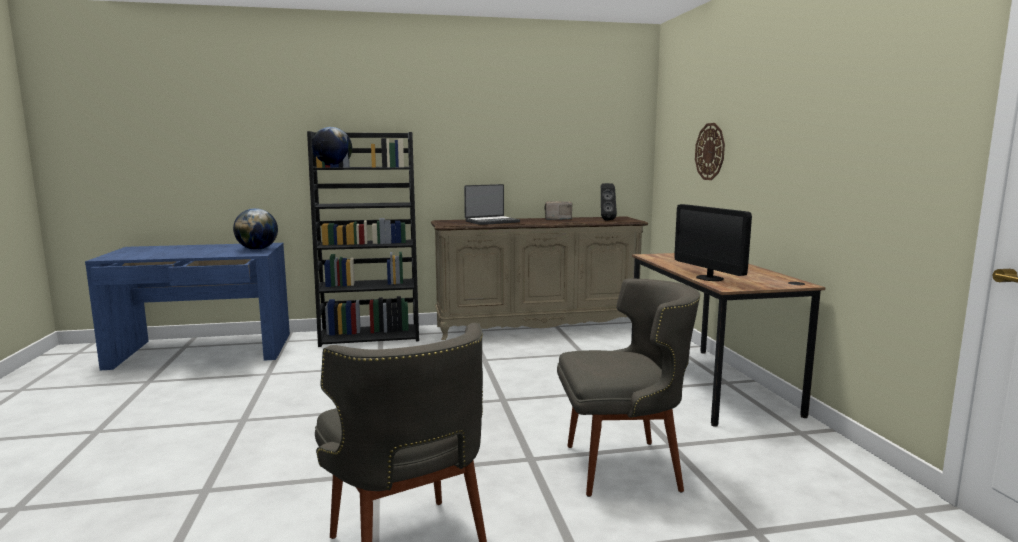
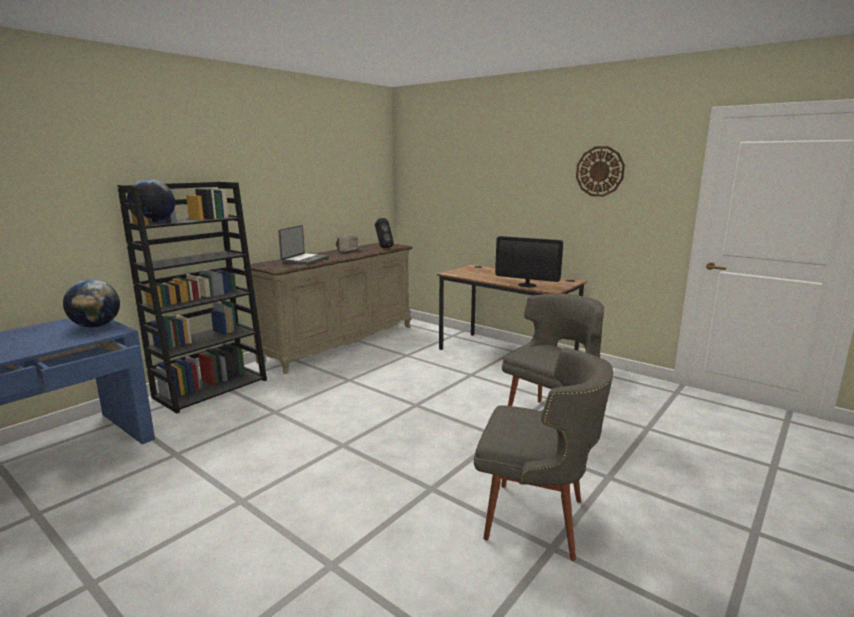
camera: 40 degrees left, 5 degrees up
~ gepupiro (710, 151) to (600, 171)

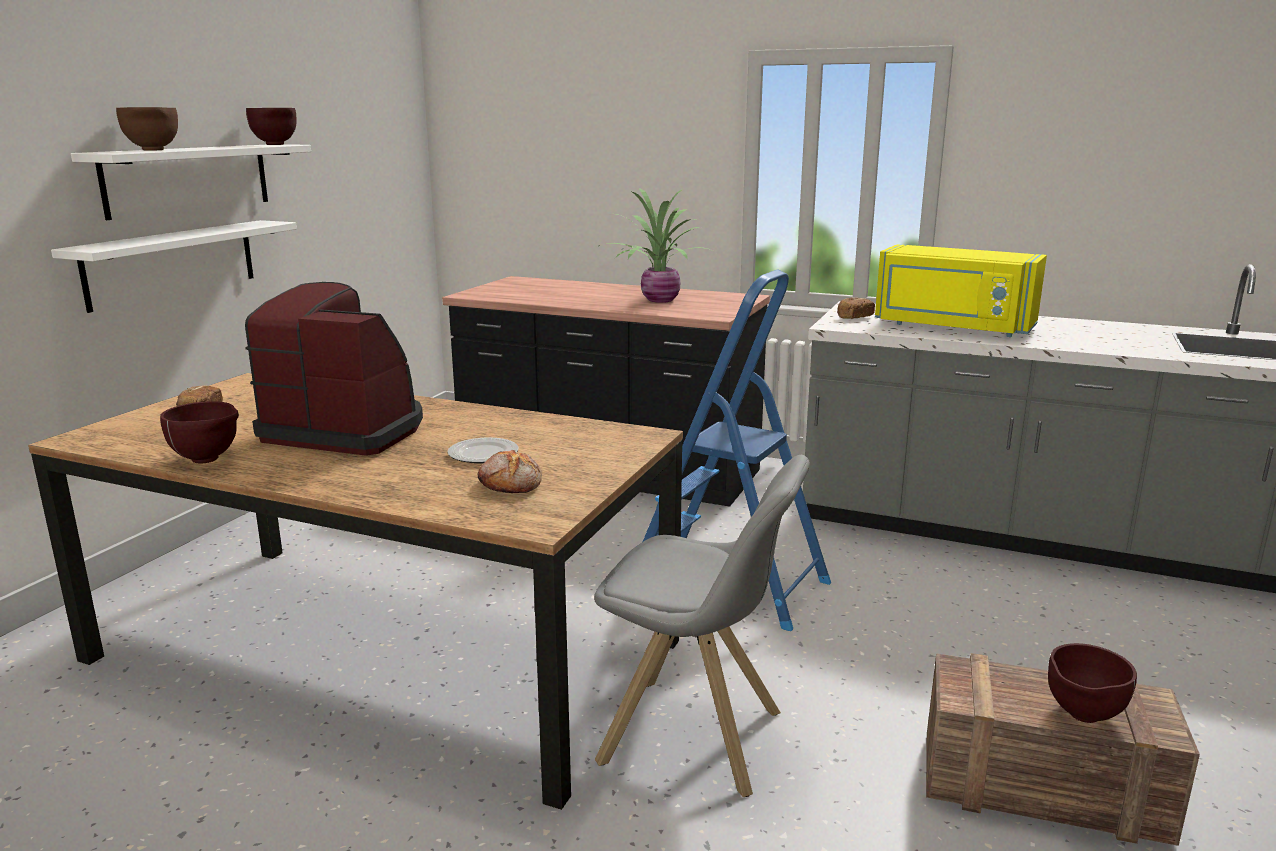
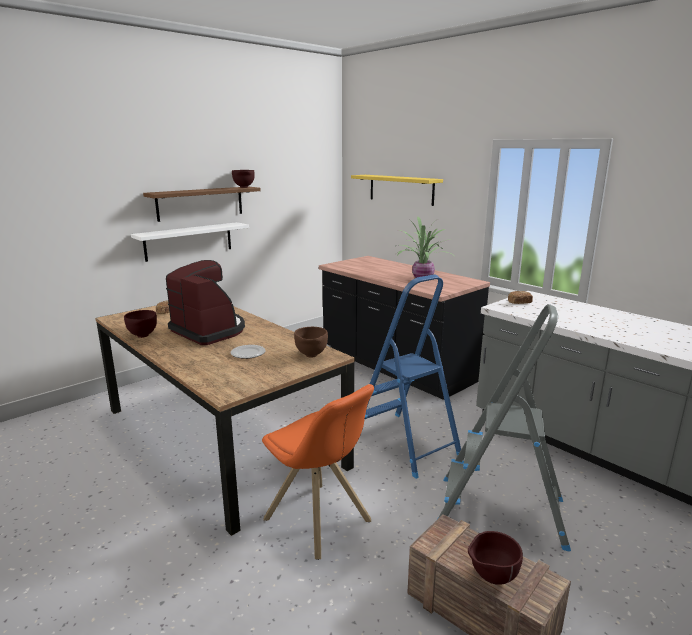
camera: 25 degrees right, 0 degrees up
- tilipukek (511, 484)
- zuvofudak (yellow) (952, 327)
+ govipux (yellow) (401, 189)
+ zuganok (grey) (499, 511)
~ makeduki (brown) (153, 150) to (311, 356)
~ govipux (white) (189, 179) to govipux (brown) (200, 203)
~ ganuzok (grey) (693, 736) to ganuzok (orange) (318, 520)

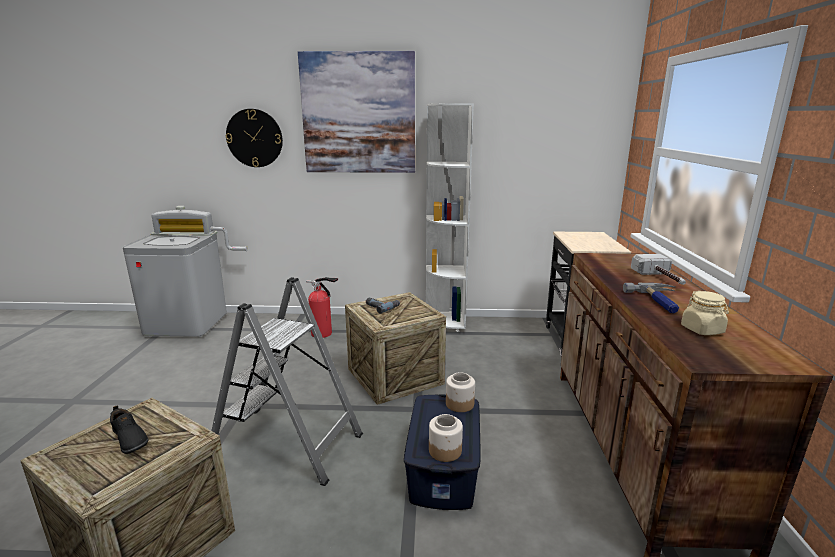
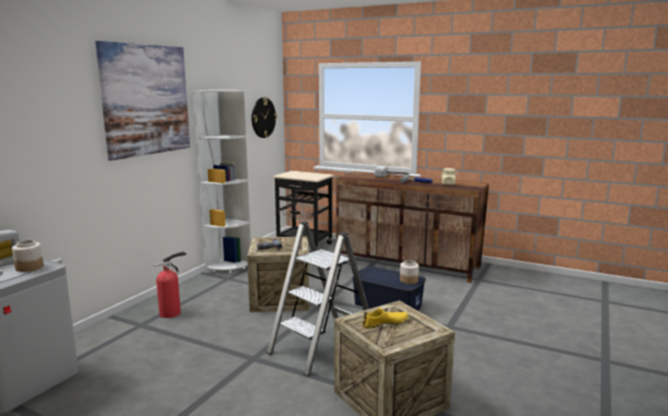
camera: 65 degrees left, 5 degrees down
~ gepupiro (254, 138) to (263, 117)
~ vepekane (460, 404) to (29, 267)
~ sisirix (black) (129, 439) to sisirix (yellow) (385, 323)

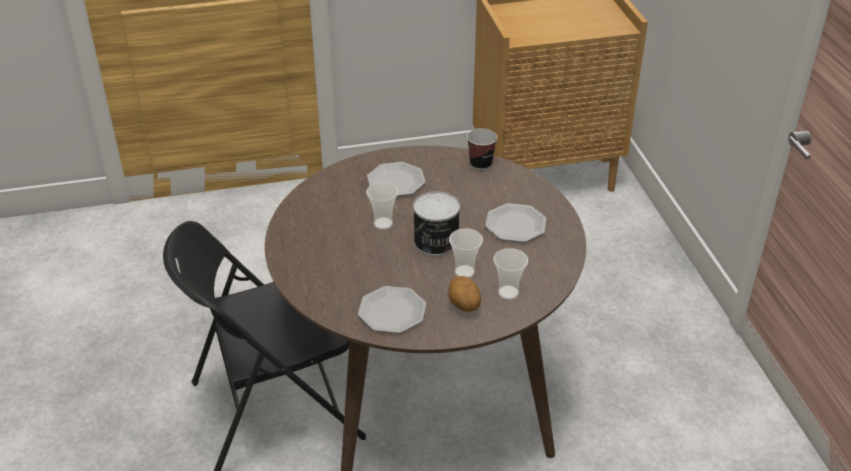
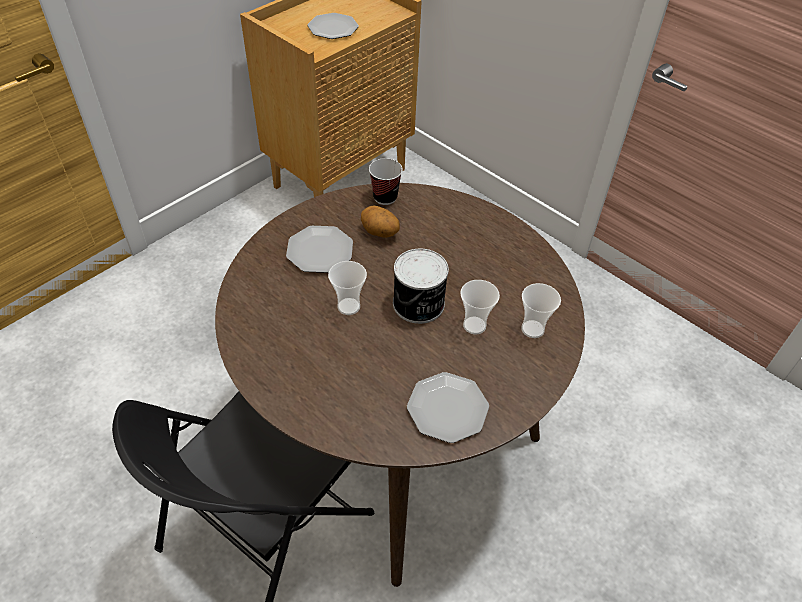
camera: 35 degrees left, 10 degrees up
~ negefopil (463, 306) to (379, 233)
~ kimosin (515, 225) to (332, 28)

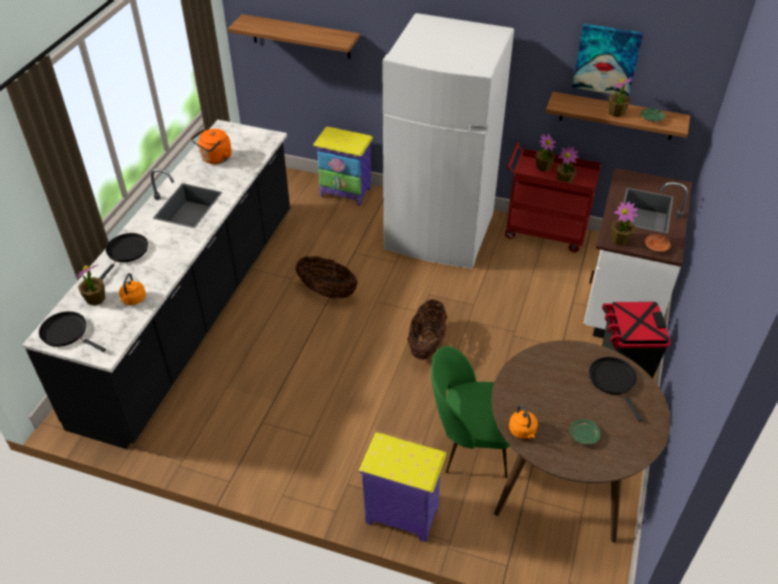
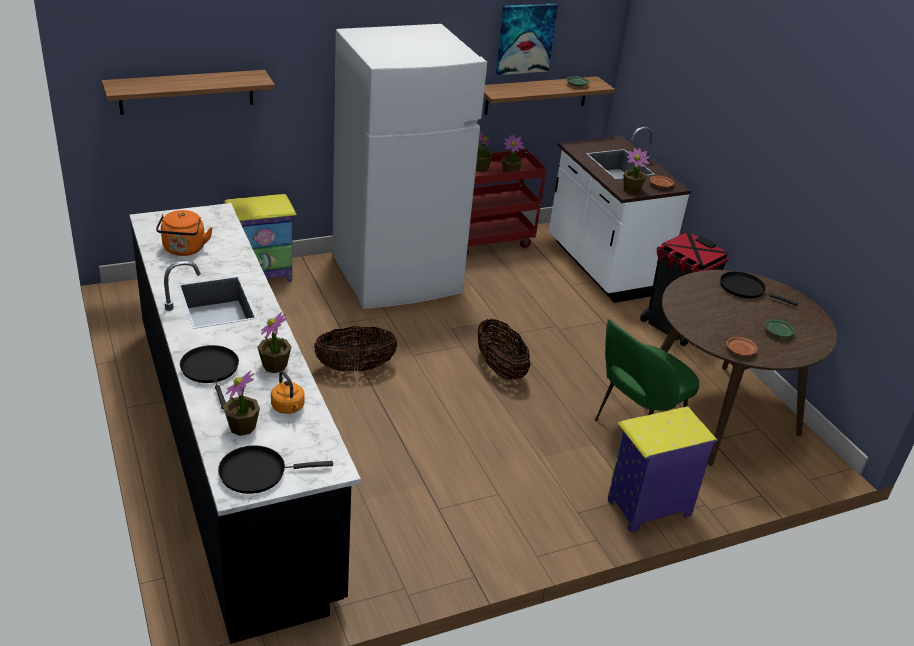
camera: 45 degrees left, 10 degrees down
~ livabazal (616, 113) to (275, 366)
~ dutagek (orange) (523, 431) to kimosin (brown) (740, 350)

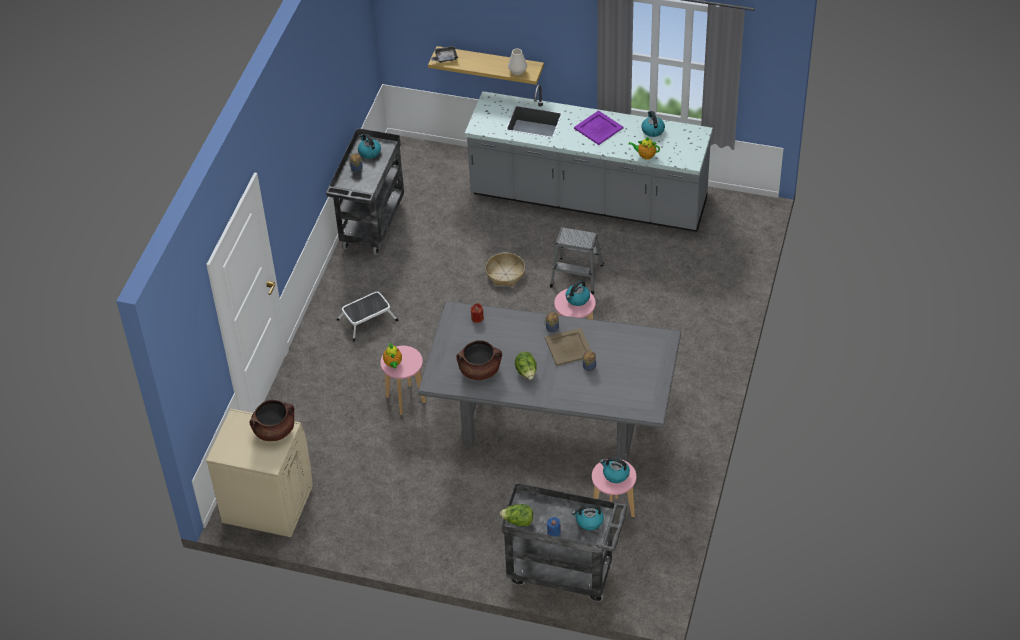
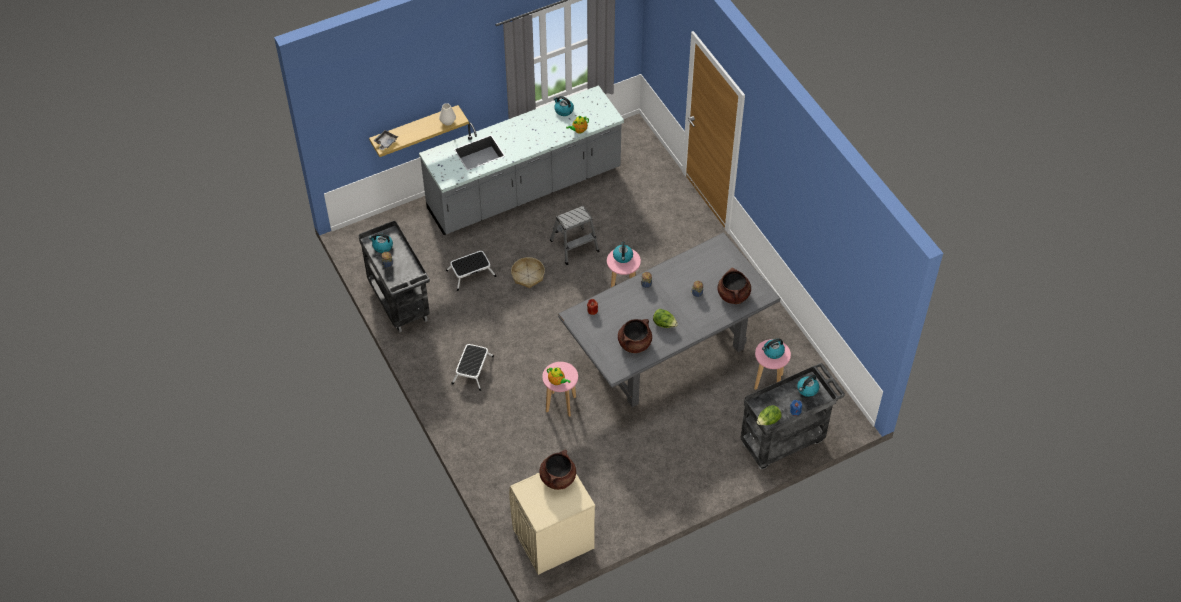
camera: 45 degrees left, 5 degrees up
- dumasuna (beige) (569, 347)
- dumasuna (purple) (599, 128)
+ zuganok (black) (471, 273)
+ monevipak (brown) (733, 295)

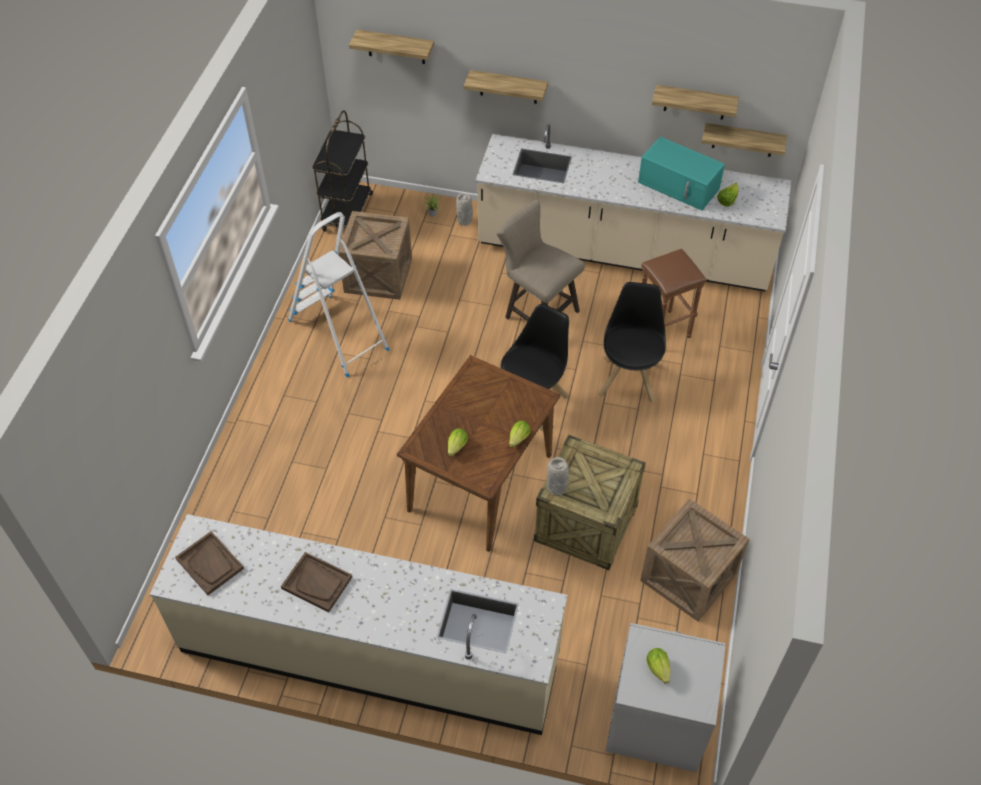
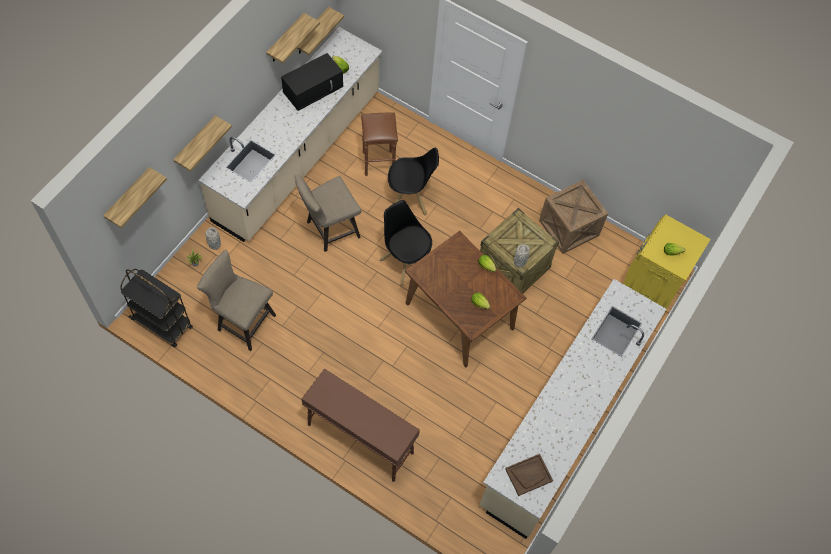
camera: 75 degrees left, 10 degrees up
- dumasuna (brown) (317, 583)
- zuganok (white) (337, 334)
+ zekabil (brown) (360, 438)
~ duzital (378, 275) to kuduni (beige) (242, 321)
~ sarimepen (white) (655, 723) to sarimepen (yellow) (653, 283)
~ zuvofudak (turquoise) (680, 186) to zuvofudak (black) (313, 88)
~ ganuzok (black) (629, 377) = (410, 198) 150 degrees clockwise

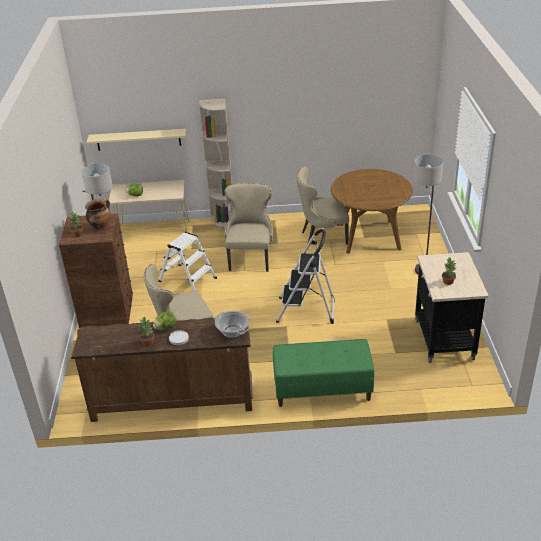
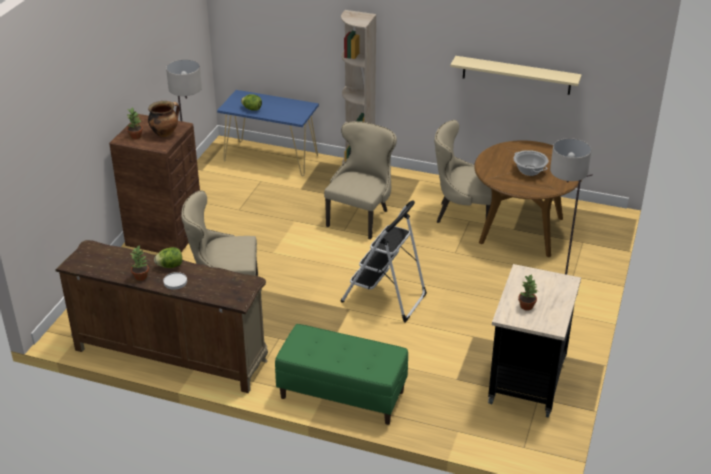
camera: 20 degrees right, 0 degrees up
- zuganok (white) (187, 279)
~ govipux (beige) (138, 139) to (516, 75)
~ monevipak (232, 331) to (529, 171)
~ zekabil (beige) (153, 232) to zekabil (blue) (271, 158)

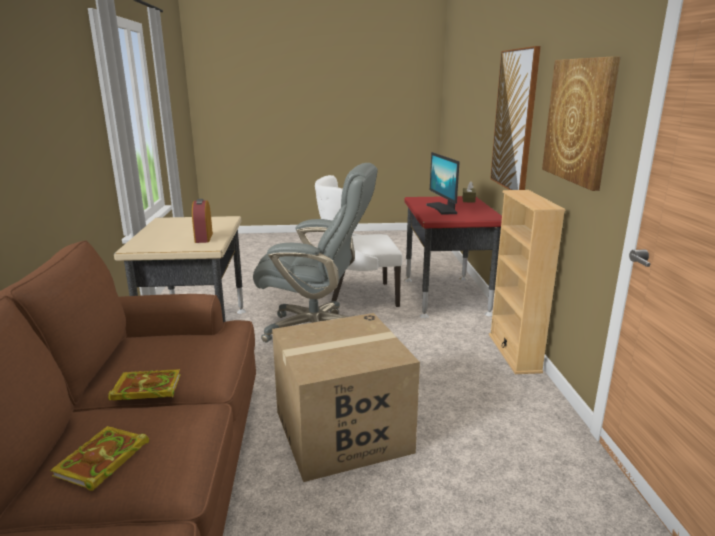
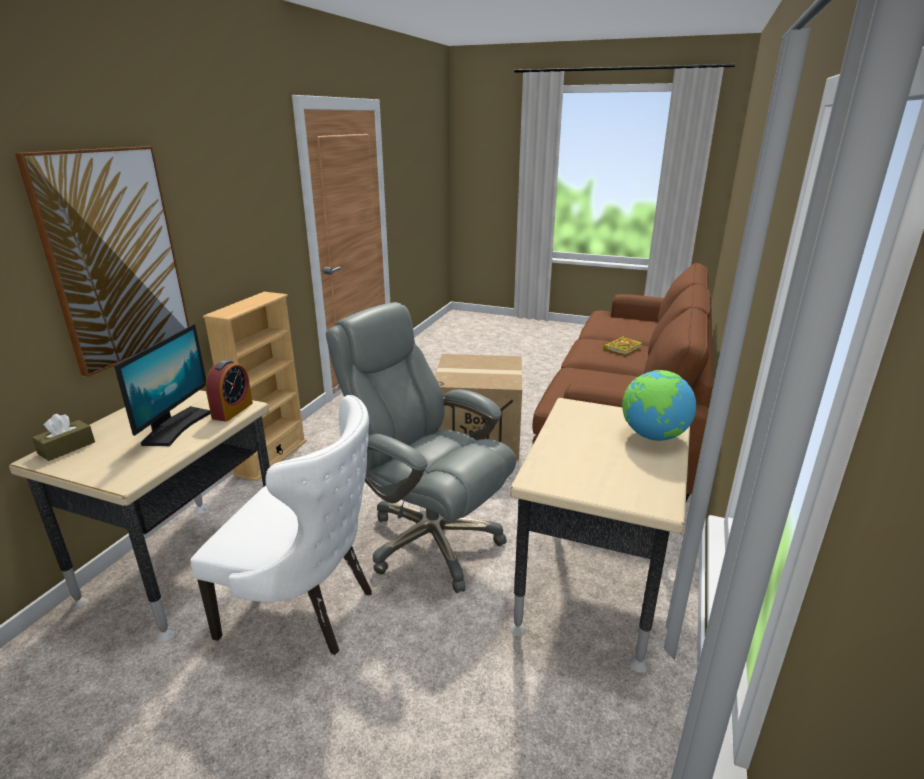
camera: 155 degrees left, 5 degrees up
- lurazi (145, 389)
- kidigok (579, 121)
+ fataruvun (653, 436)
~ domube (203, 238) to (232, 410)
~ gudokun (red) (446, 296) to gudokun (beige) (185, 563)

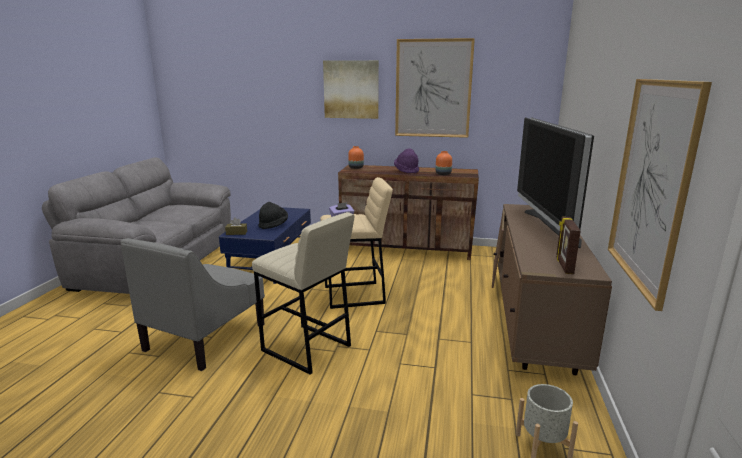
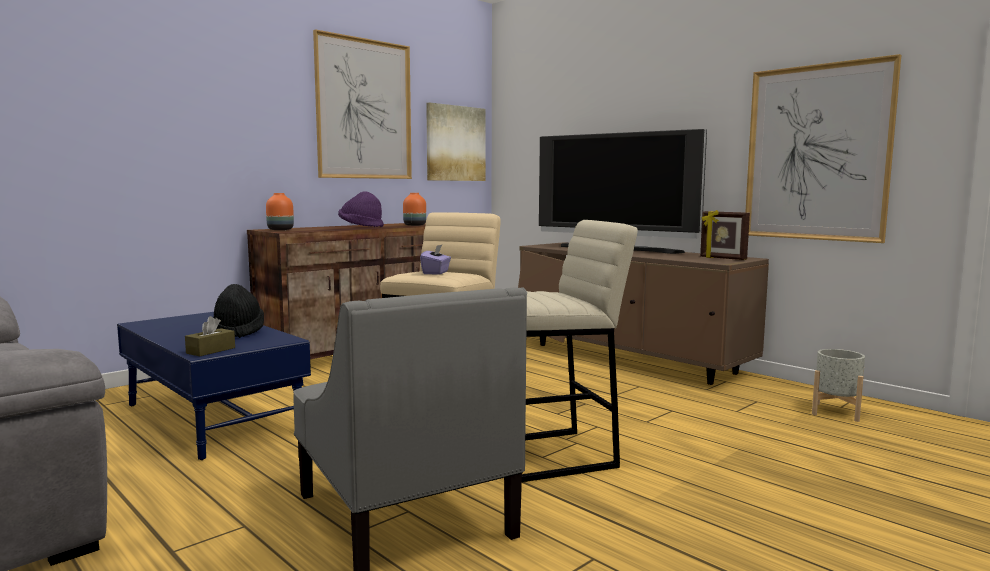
camera: 55 degrees left, 10 degrees down
~ kidigok (351, 89) to (455, 143)

